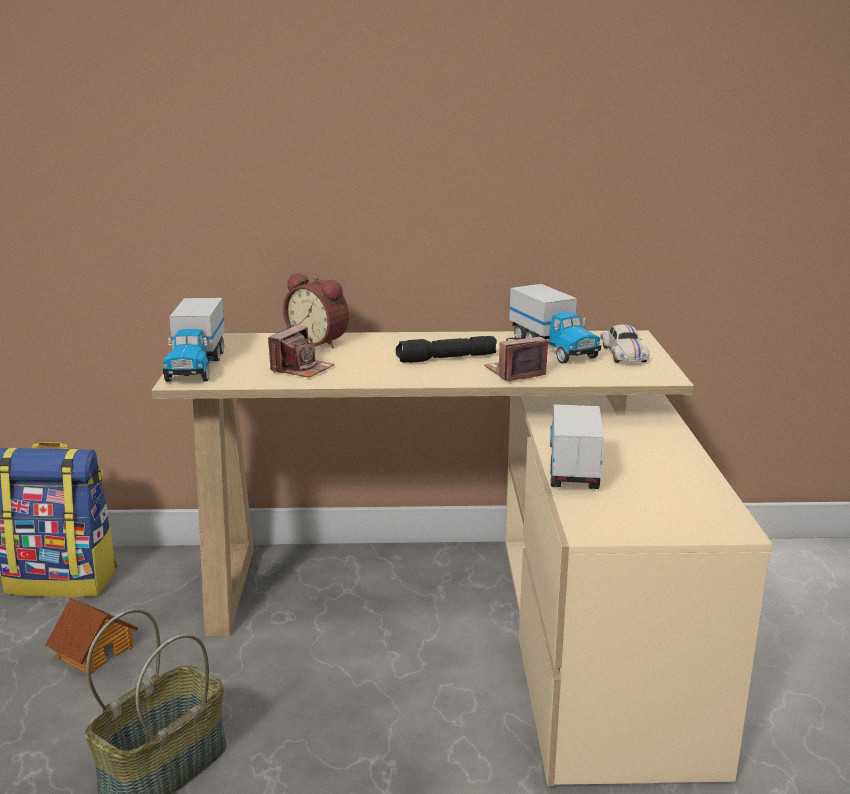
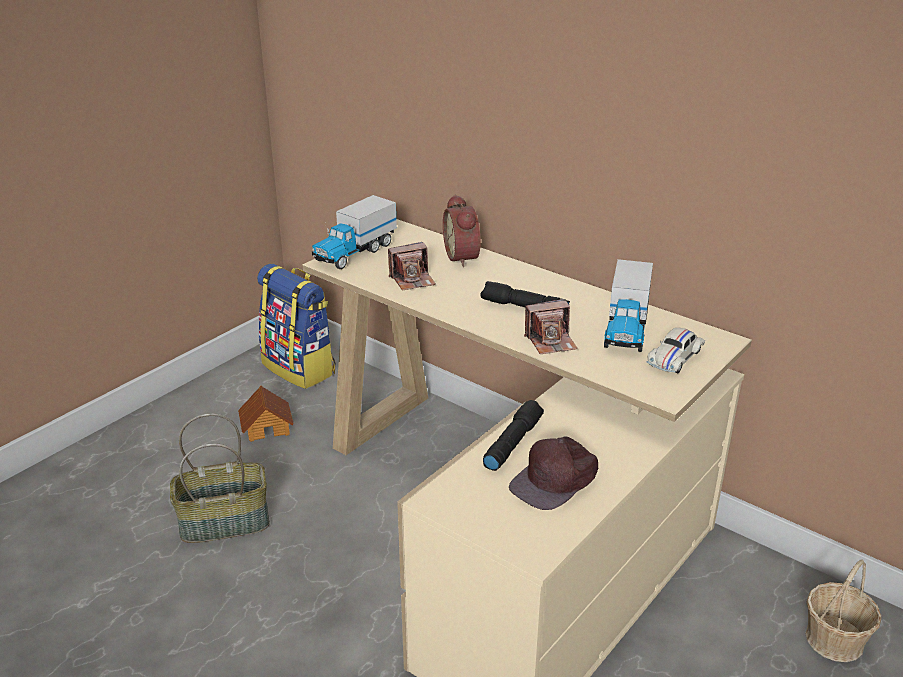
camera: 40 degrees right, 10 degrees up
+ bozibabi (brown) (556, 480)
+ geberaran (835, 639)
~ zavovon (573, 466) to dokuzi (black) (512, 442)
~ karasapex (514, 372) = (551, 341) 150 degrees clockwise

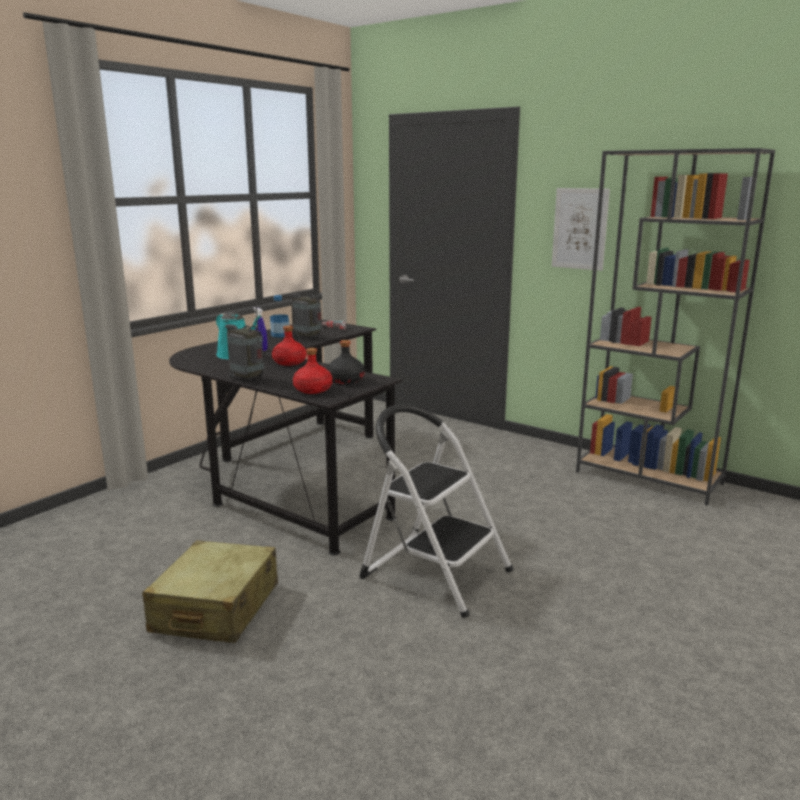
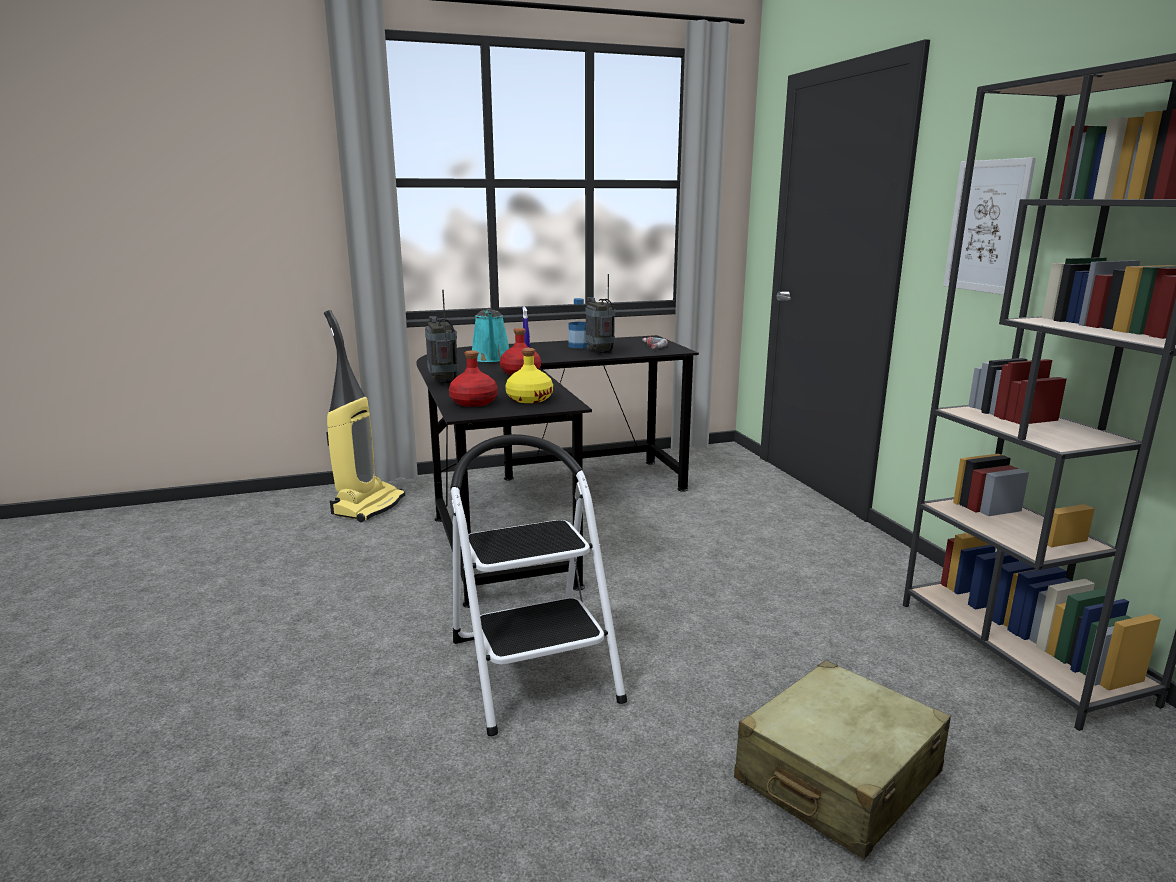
camera: 35 degrees right, 0 degrees up
+ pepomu (368, 506)
~ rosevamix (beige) (215, 608) to (837, 777)
~ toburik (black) (345, 380) to toburik (yellow) (529, 399)

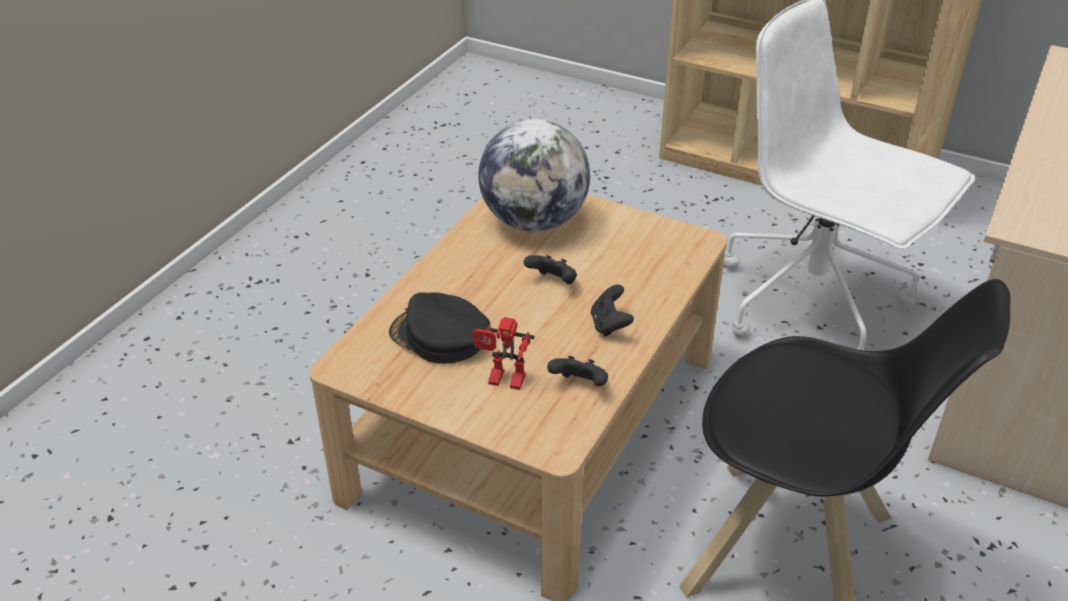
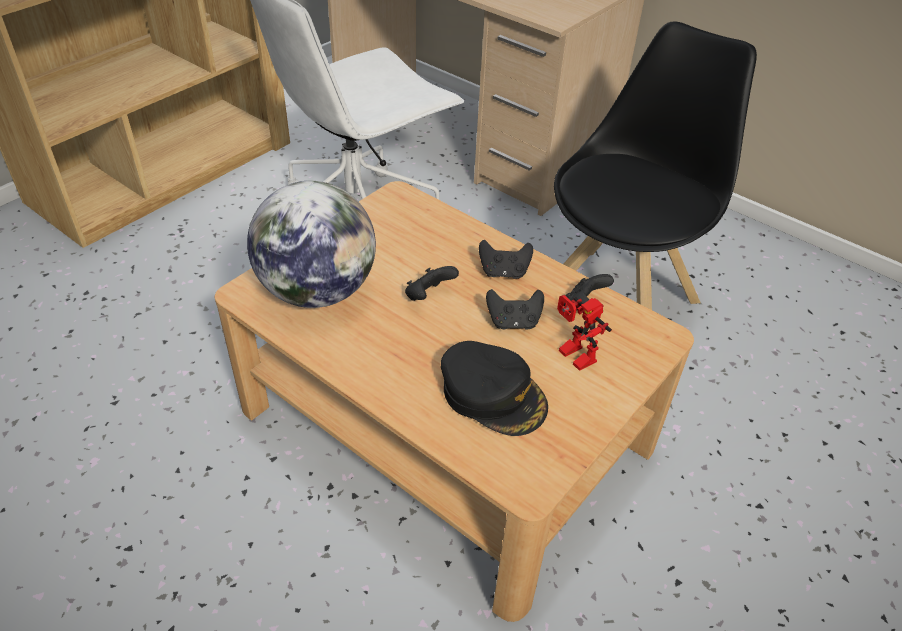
camera: 80 degrees left, 5 degrees up
+ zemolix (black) (513, 322)
~ bozibabi (black) (439, 336) = (493, 394) 90 degrees counterclockwise
~ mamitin (503, 382) = (572, 356) 120 degrees clockwise

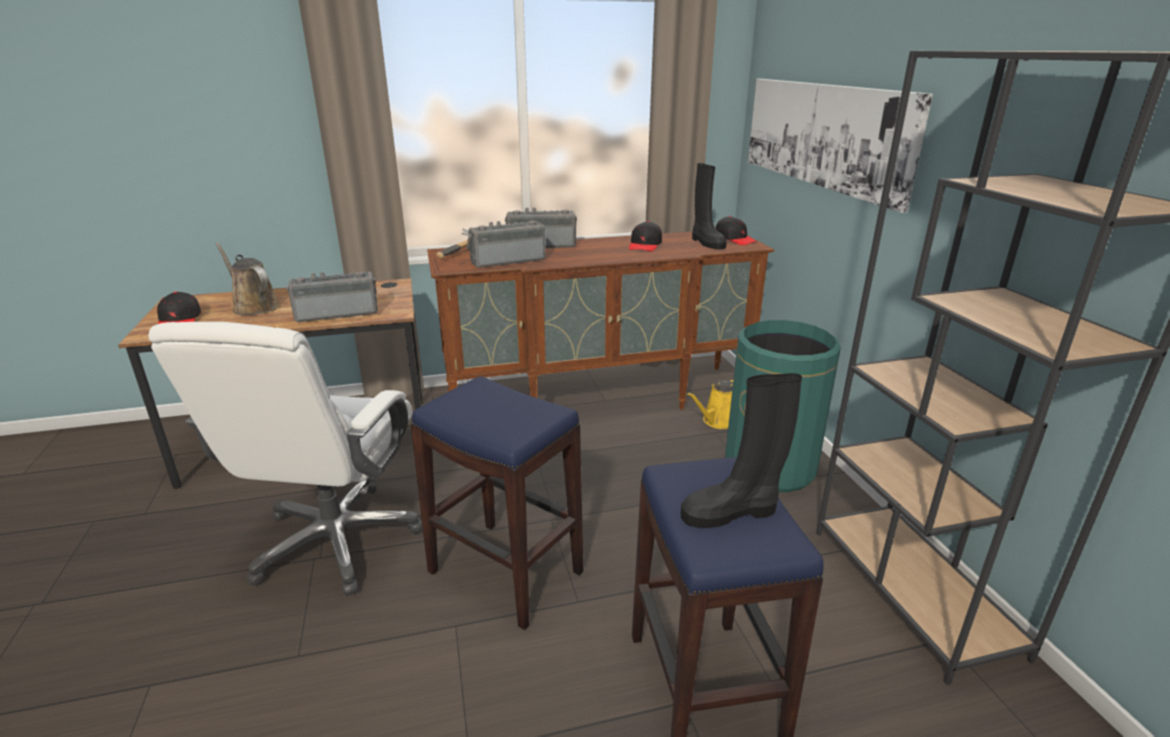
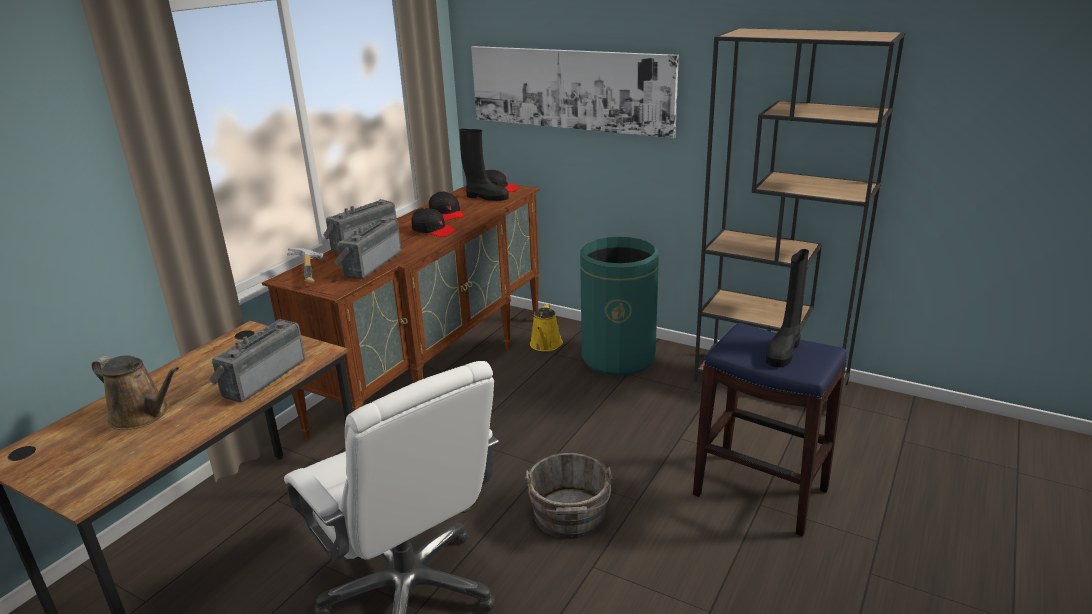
camera: 45 degrees left, 0 degrees up
~ bozibabi (black) (179, 320) to (433, 230)
~ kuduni (506, 572) to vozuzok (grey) (570, 517)
~ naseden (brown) (253, 306) = (143, 415) 150 degrees counterclockwise

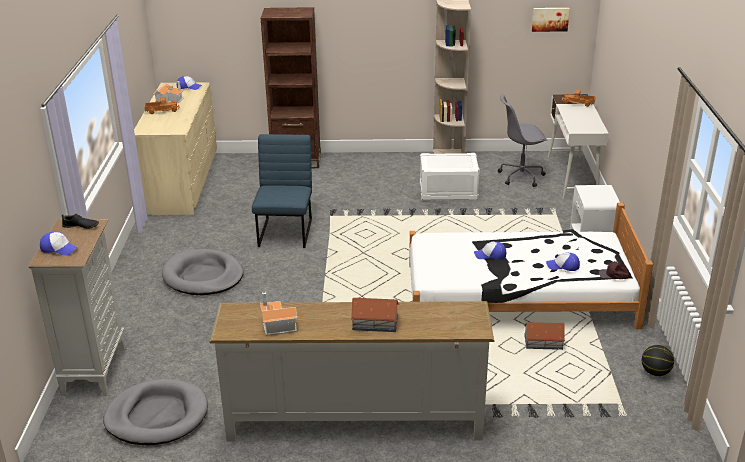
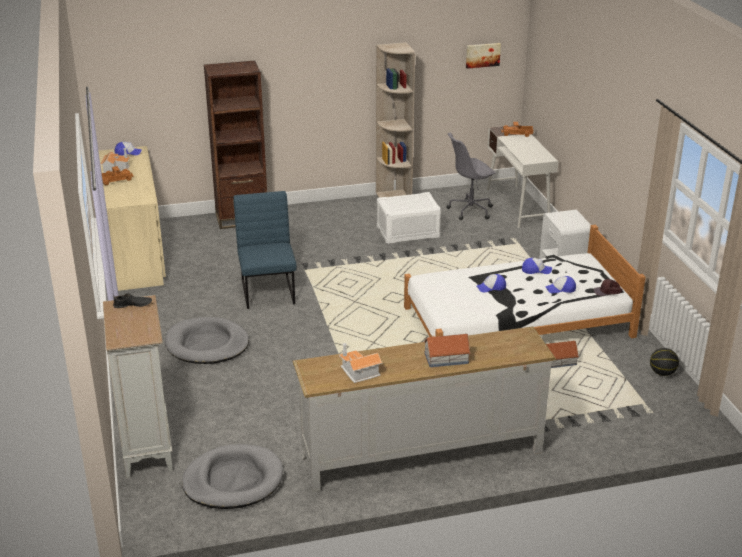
camera: 15 degrees left, 0 degrees up
~ bozibabi (59, 248) to (536, 270)

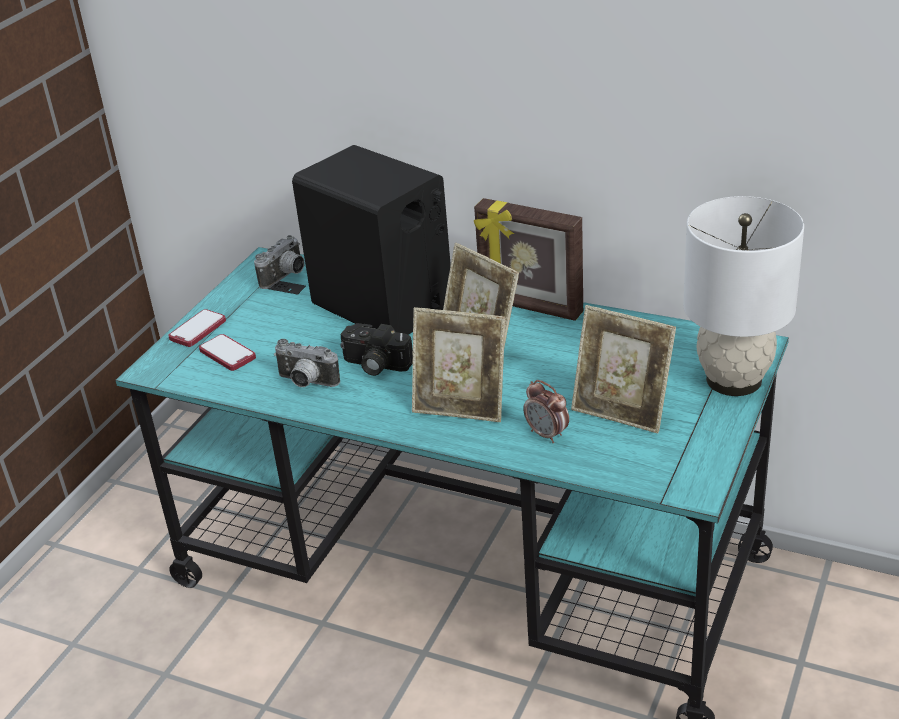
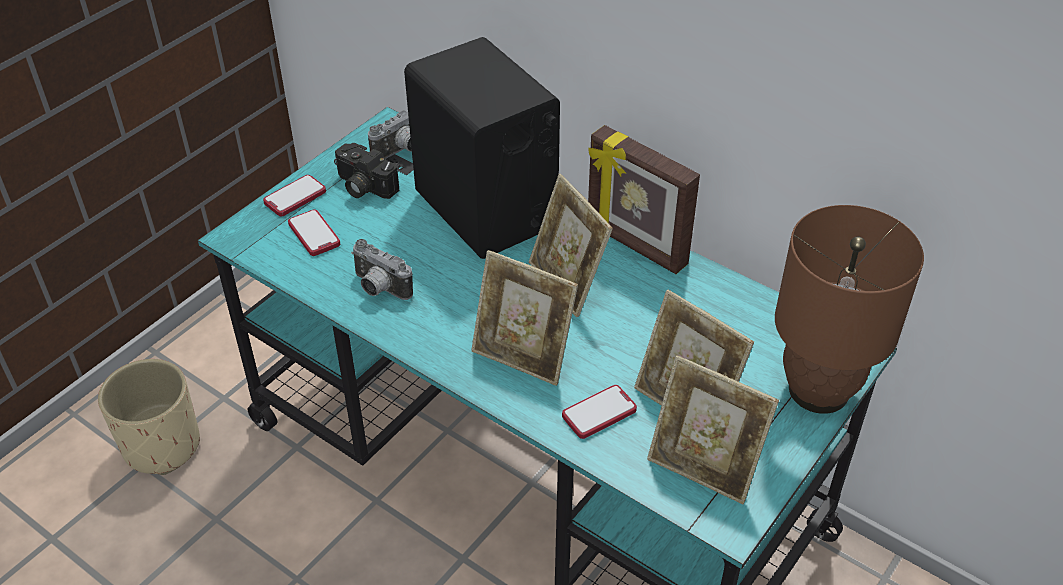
camera: 10 degrees right, 10 degrees up
+ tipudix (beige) (162, 445)
+ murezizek (703, 468)
~ karasapex (374, 365) to (362, 186)
~ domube (547, 434) to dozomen (599, 413)
~ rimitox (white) (734, 380) to rimitox (brown) (819, 390)

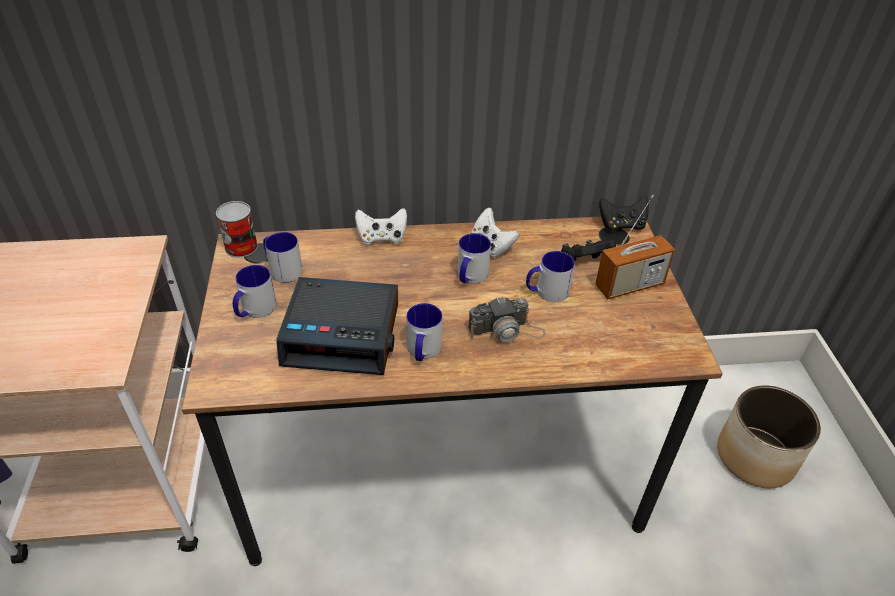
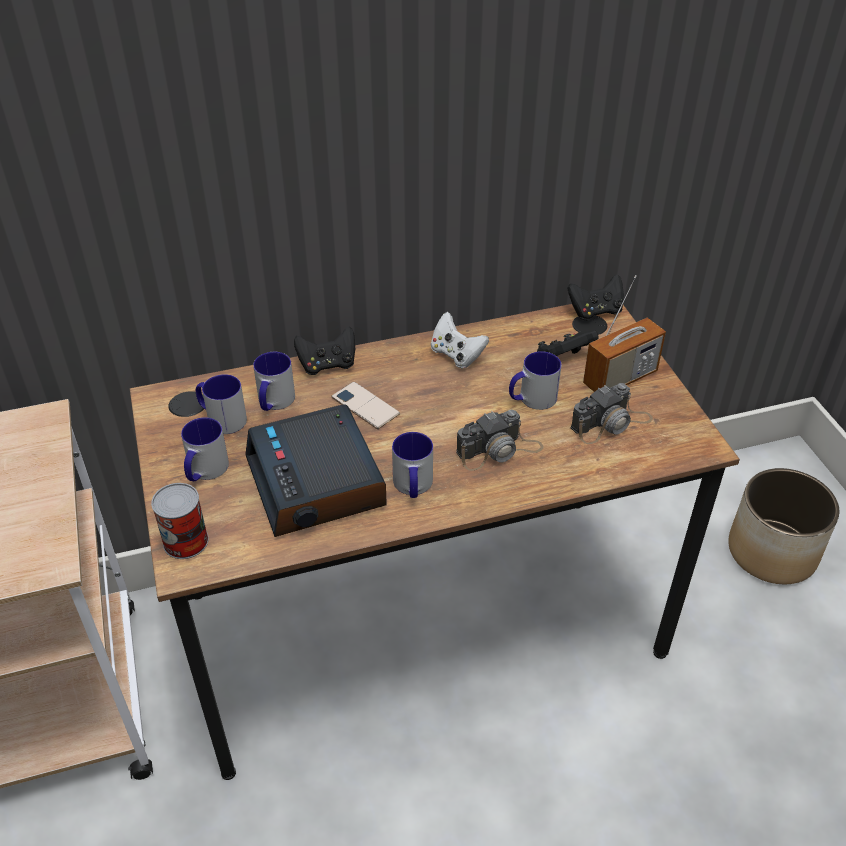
camera: 10 degrees left, 0 degrees up
+ dozomen (365, 406)
+ karasapex (611, 423)
~ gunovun (241, 247) to (185, 541)
~ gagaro (470, 277) to (274, 402)
~ zemolix (white) (382, 238) to zemolix (black) (327, 365)
~ domube (343, 334) = (317, 482) 75 degrees clockwise

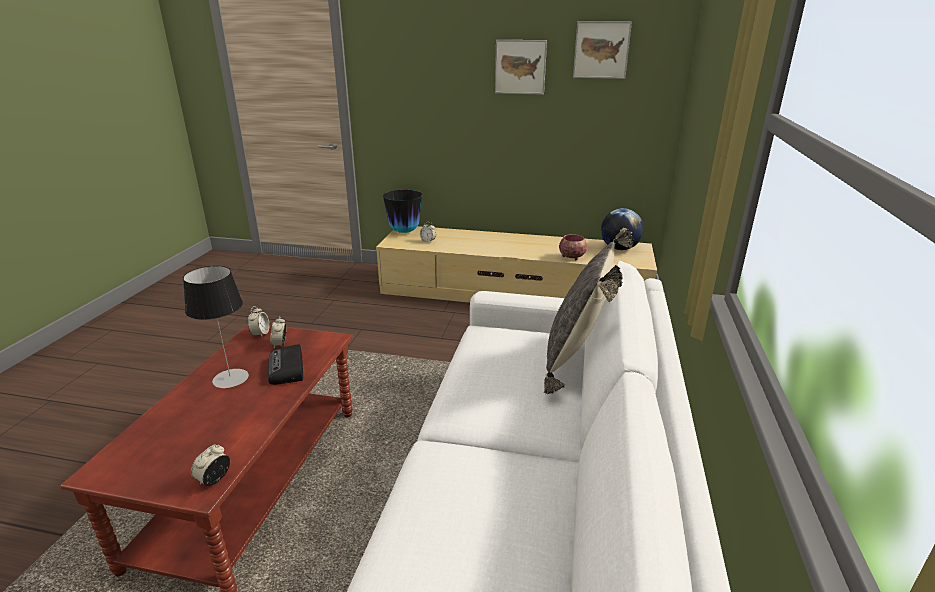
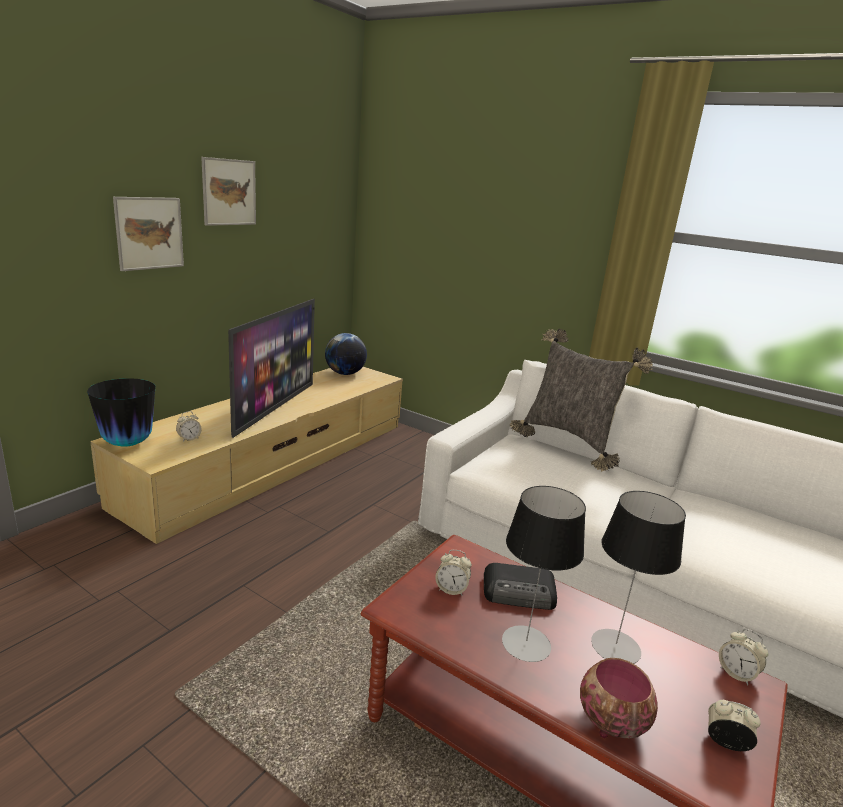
camera: 70 degrees left, 5 degrees down
+ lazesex (274, 408)
+ rimitox (615, 646)
~ domube (260, 334) to (726, 742)
~ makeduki (571, 257) to (609, 720)
~ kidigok (601, 50) to (149, 233)

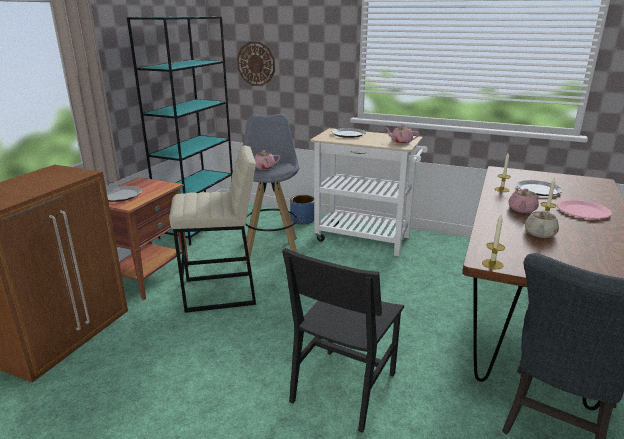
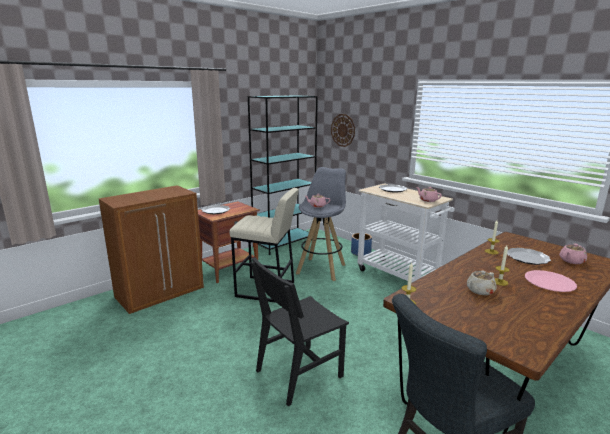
camera: 25 degrees right, 5 degrees down
~ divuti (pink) (522, 209) to (571, 261)

